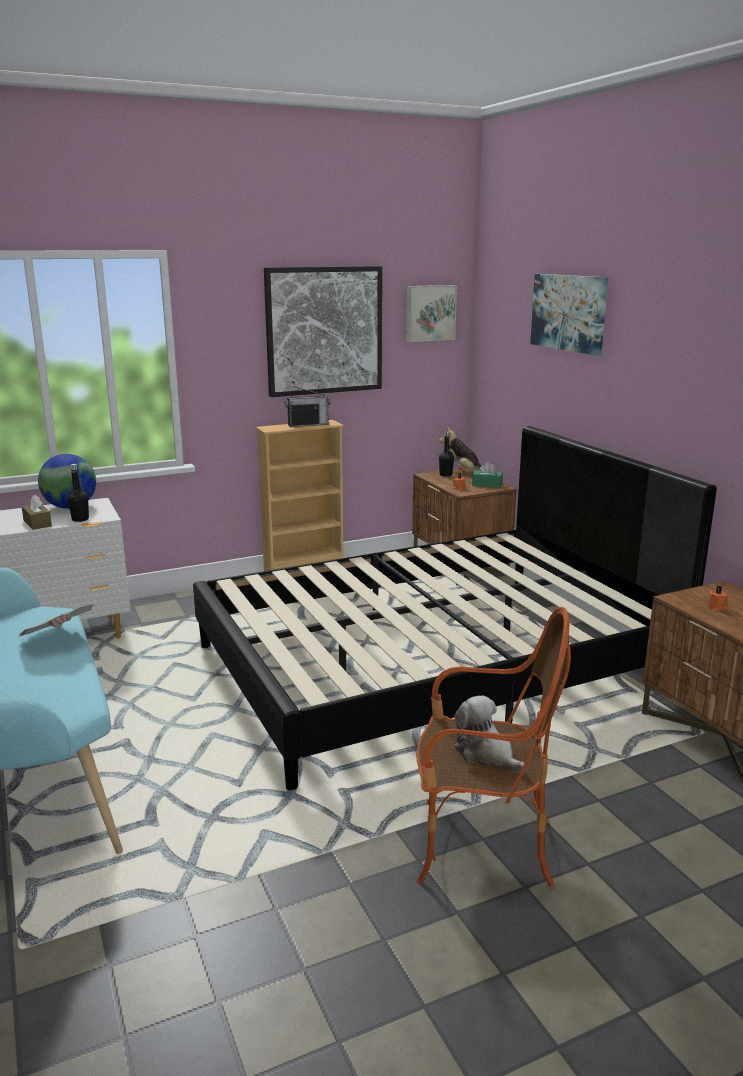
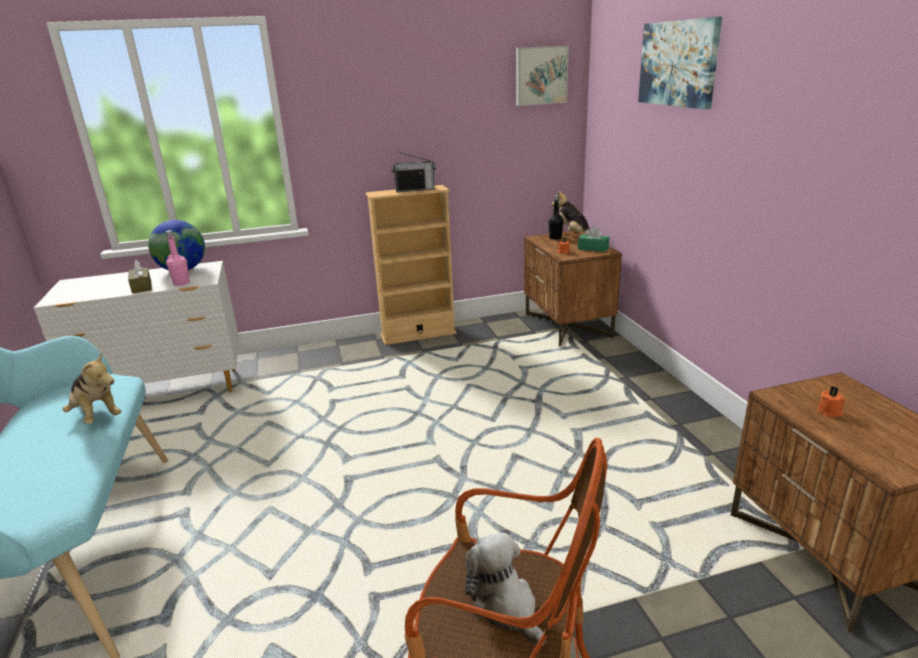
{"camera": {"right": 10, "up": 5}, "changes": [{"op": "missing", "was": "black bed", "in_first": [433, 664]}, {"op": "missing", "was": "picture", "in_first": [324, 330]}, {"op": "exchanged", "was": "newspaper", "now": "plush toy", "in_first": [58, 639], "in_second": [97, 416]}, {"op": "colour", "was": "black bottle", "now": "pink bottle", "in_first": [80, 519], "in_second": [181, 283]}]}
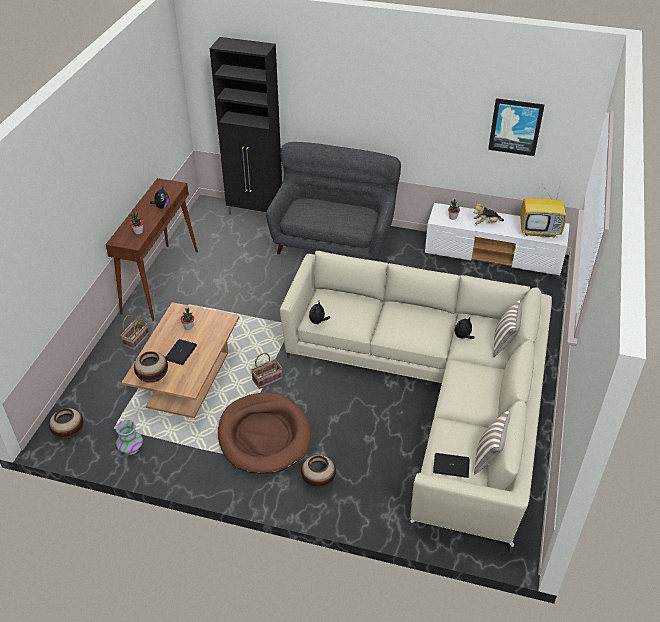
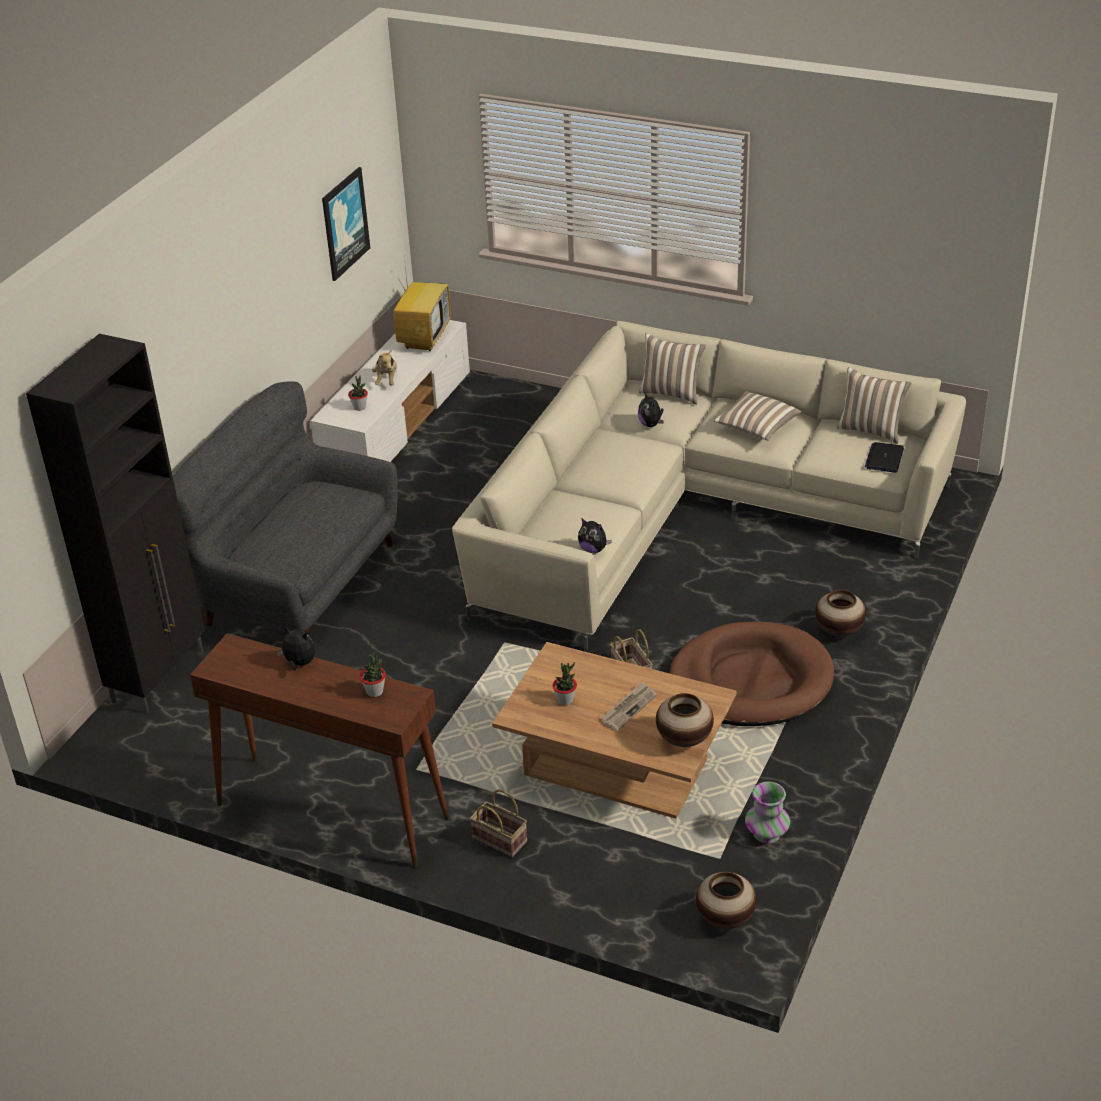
{"camera": {"right": -80, "up": -5}, "changes": [{"op": "appeared", "now": "pillow", "in_second": [756, 427]}, {"op": "exchanged", "was": "laptop", "now": "newspaper", "in_first": [181, 352], "in_second": [628, 708]}]}
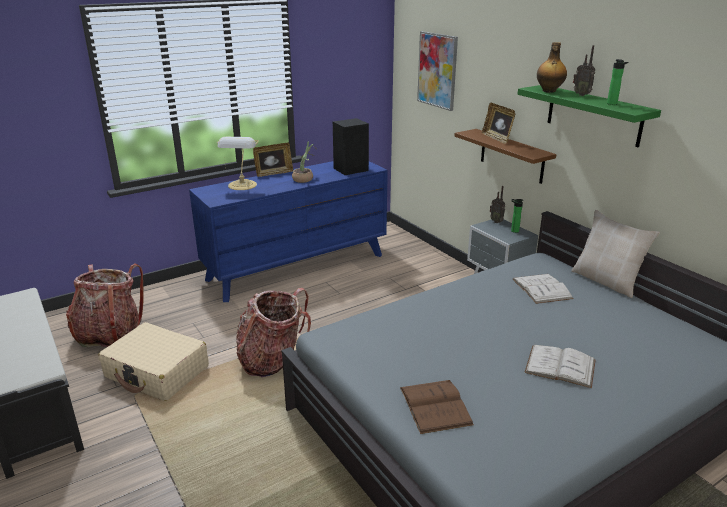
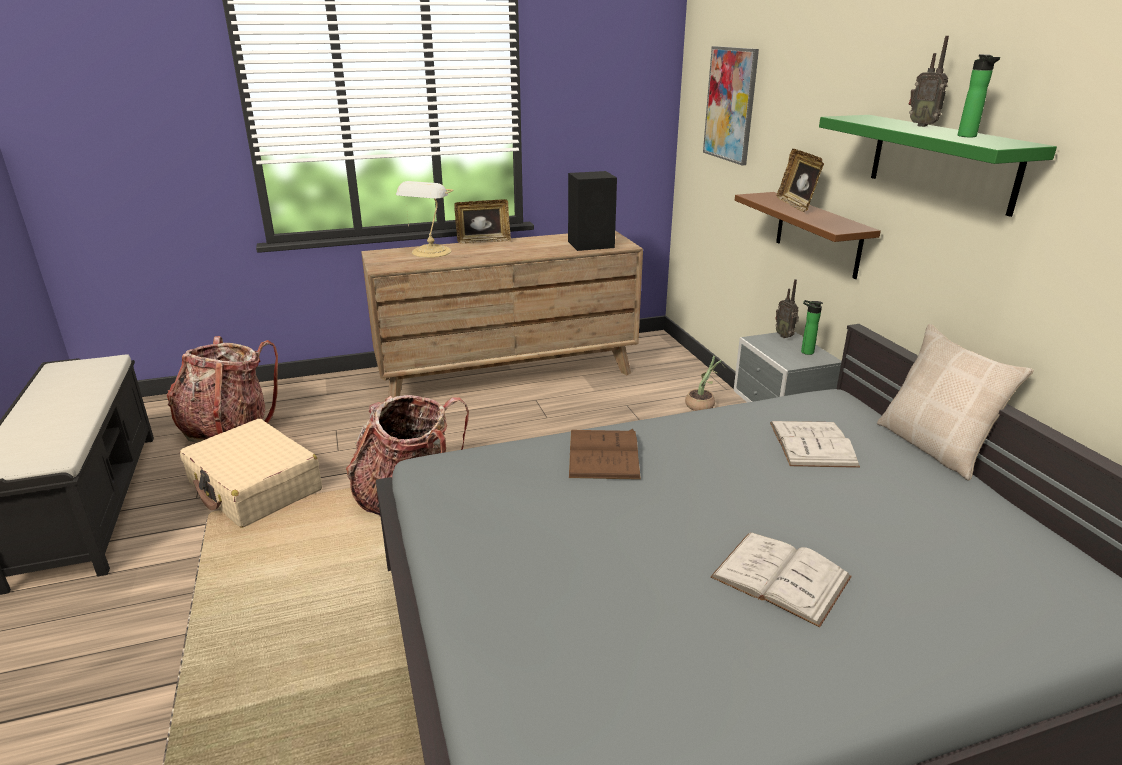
{"camera": {"right": 15, "up": 0}, "changes": [{"op": "missing", "was": "bottle", "in_first": [549, 91]}, {"op": "relocated", "was": "potted plant", "in_first": [305, 179], "in_second": [703, 405]}, {"op": "relocated", "was": "brown book", "in_first": [435, 406], "in_second": [603, 454]}, {"op": "colour", "was": "blue dresser", "now": "brown dresser", "in_first": [297, 267], "in_second": [507, 375]}]}
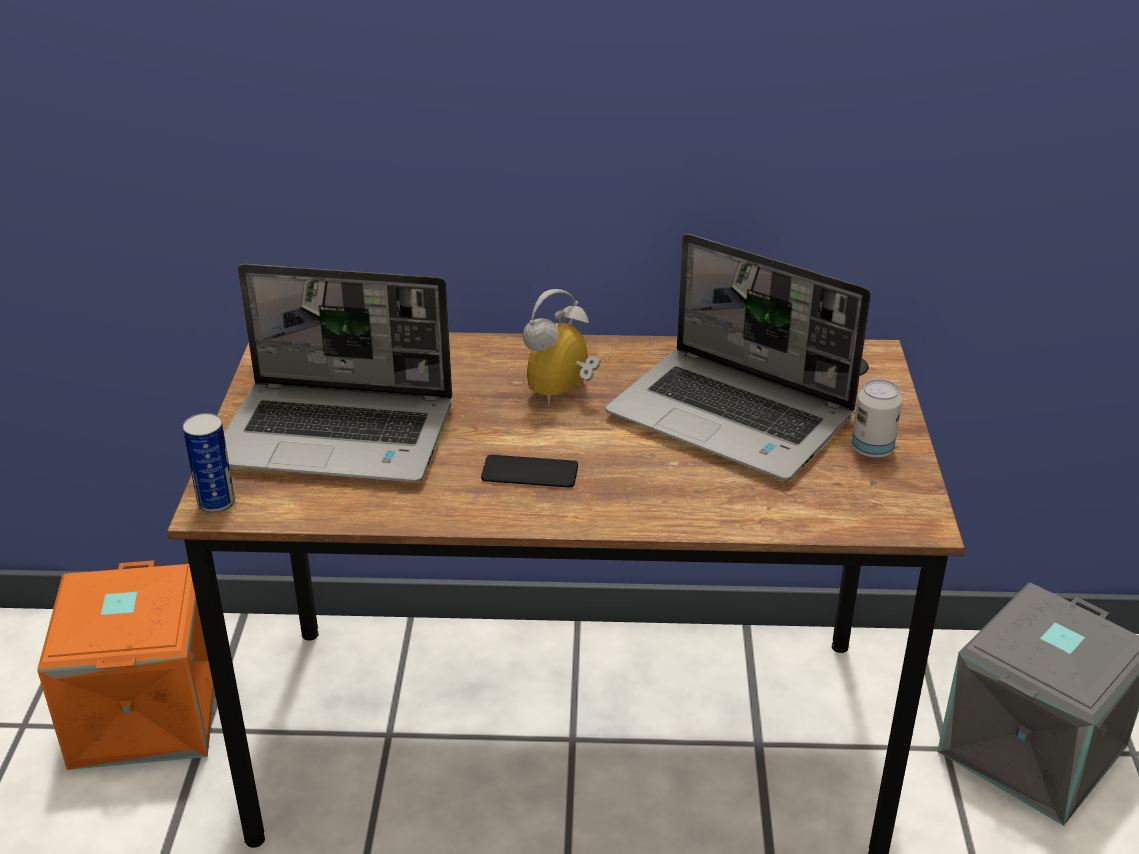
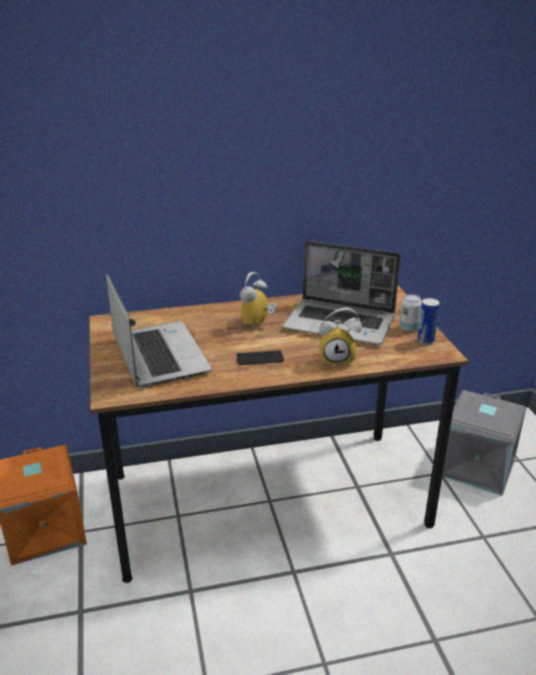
{"camera": {"right": -15, "up": -5}, "changes": [{"op": "appeared", "now": "alarm clock", "in_second": [337, 359]}, {"op": "relocated", "was": "can", "in_first": [216, 503], "in_second": [425, 341]}, {"op": "spun", "was": "laptop", "in_first": [339, 435], "in_second": [158, 355], "clockwise": -105}]}
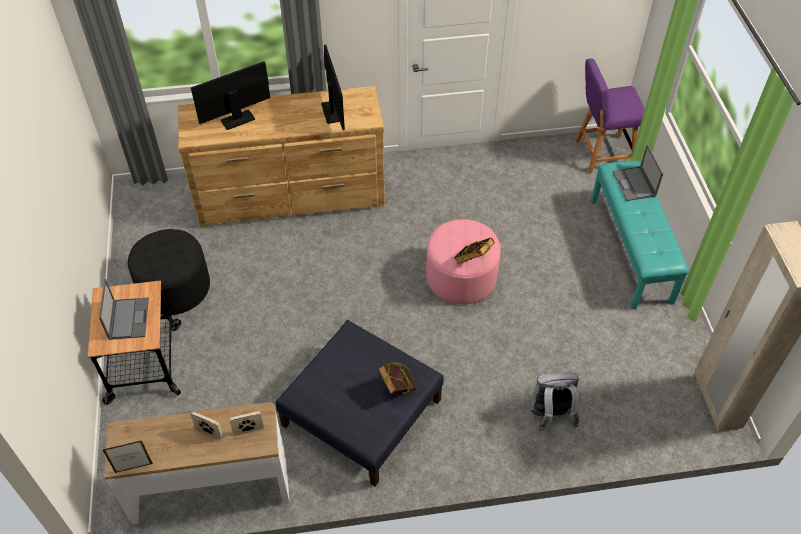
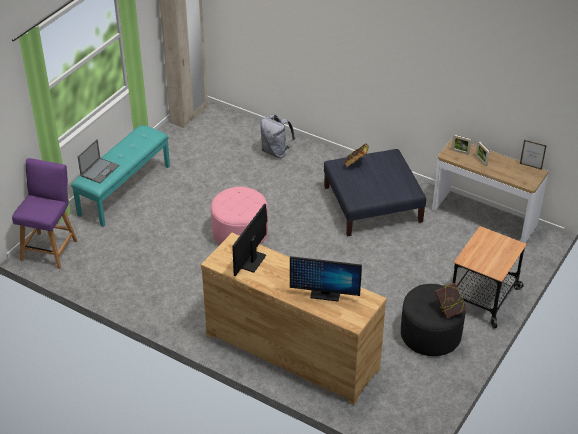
{"camera": {"right": -140, "up": -10}, "changes": [{"op": "missing", "was": "laptop", "in_first": [128, 318]}, {"op": "relocated", "was": "book", "in_first": [473, 261], "in_second": [449, 310]}, {"op": "spun", "was": "purple chair", "in_first": [601, 154], "in_second": [50, 248], "clockwise": -105}]}
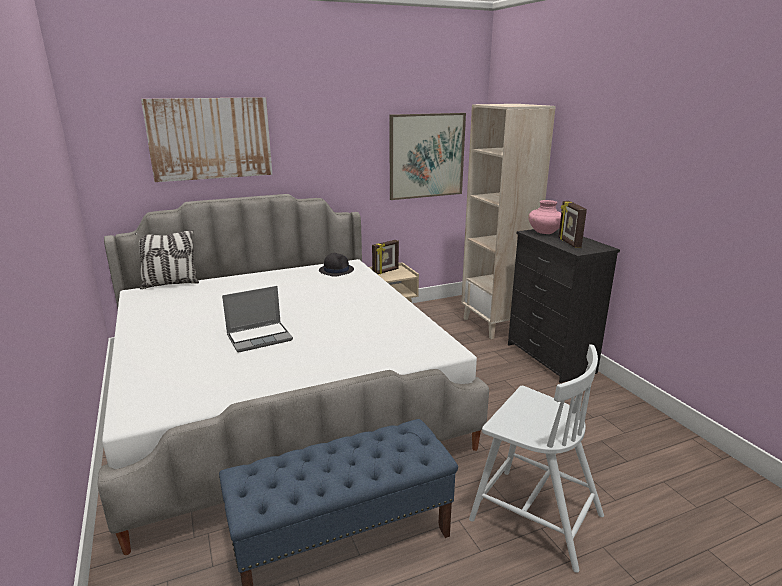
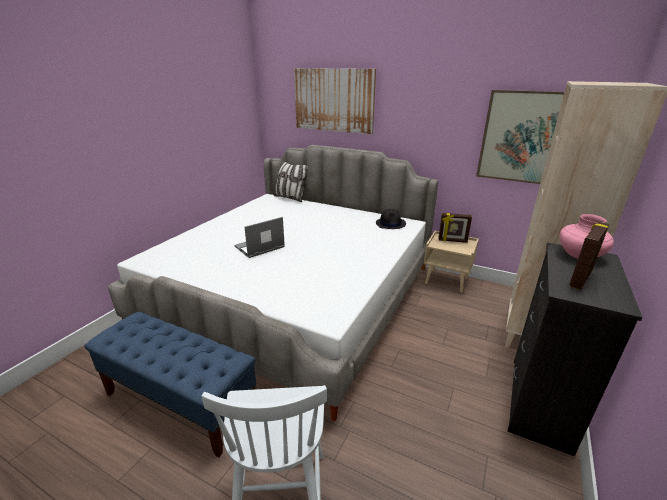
{"camera": {"right": 50, "up": 5}, "changes": [{"op": "spun", "was": "laptop", "in_first": [260, 337], "in_second": [259, 248], "clockwise": 120}]}
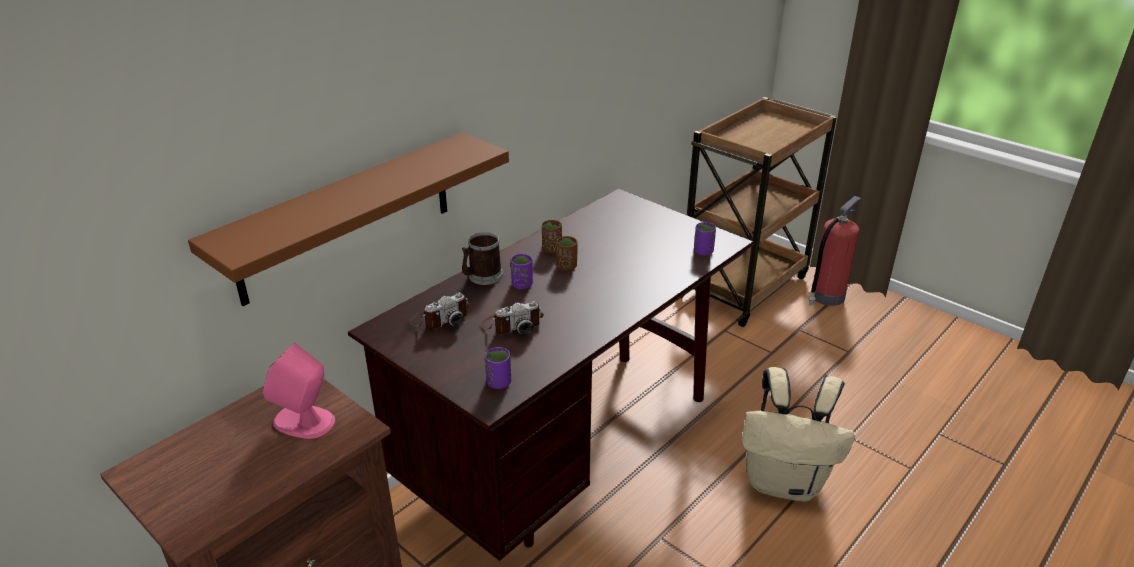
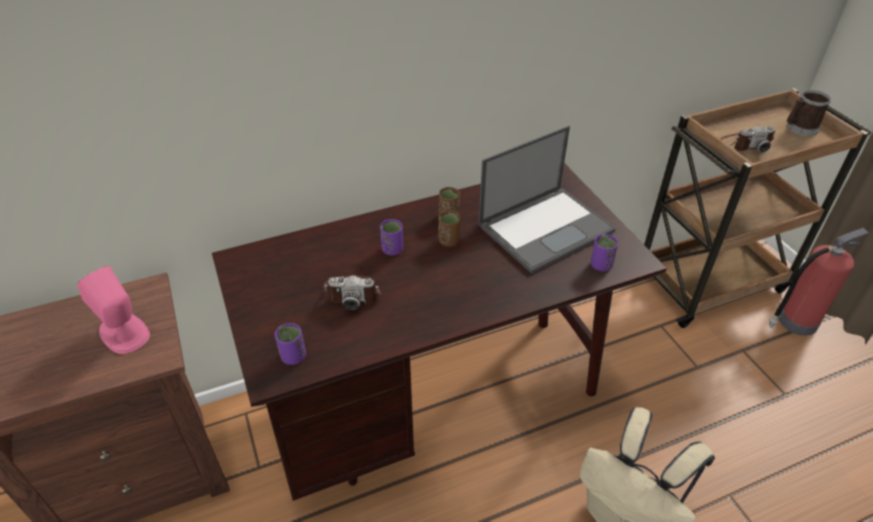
{"camera": {"right": 25, "up": 10}, "changes": [{"op": "missing", "was": "brown shelf", "in_first": [346, 217]}, {"op": "appeared", "now": "laptop", "in_second": [546, 227]}, {"op": "relocated", "was": "photo camera", "in_first": [440, 318], "in_second": [745, 144]}, {"op": "relocated", "was": "mug", "in_first": [482, 277], "in_second": [799, 128]}]}
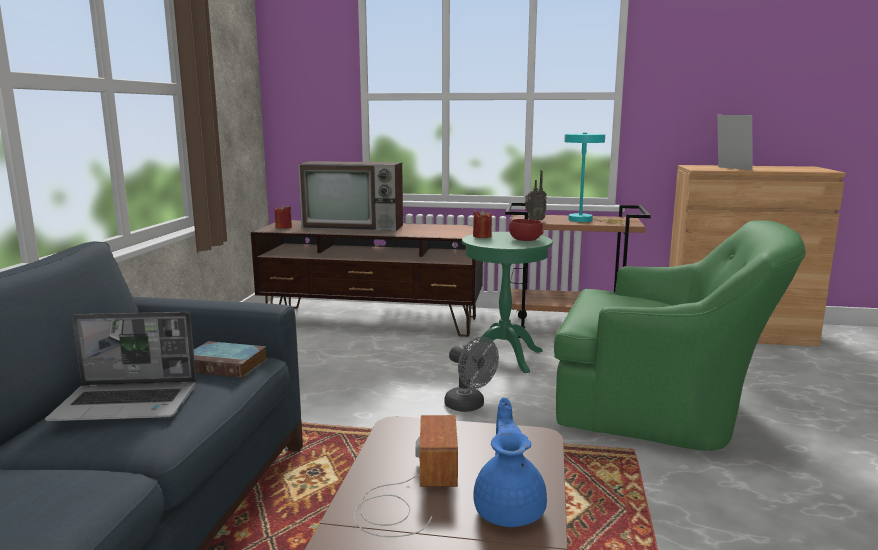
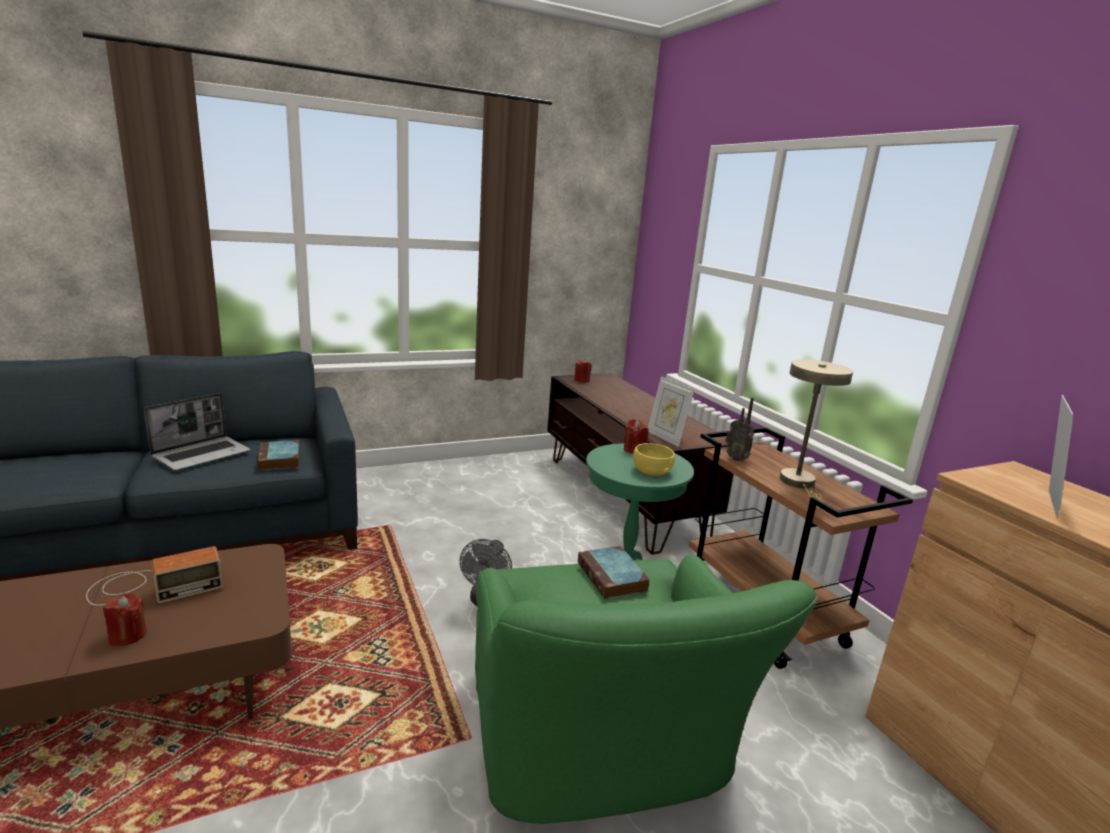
{"camera": {"right": 55, "up": 5}, "changes": [{"op": "missing", "was": "television", "in_first": [355, 227]}, {"op": "appeared", "now": "book", "in_second": [613, 578]}, {"op": "appeared", "now": "picture frame", "in_second": [665, 438]}, {"op": "exchanged", "was": "blue teapot", "now": "red candle", "in_first": [509, 509], "in_second": [127, 635]}, {"op": "colour", "was": "red bowl", "now": "yellow bowl", "in_first": [525, 239], "in_second": [651, 471]}, {"op": "colour", "was": "turquoise table lamp", "now": "beige table lamp", "in_first": [585, 220], "in_second": [799, 484]}, {"op": "spun", "was": "laptop", "in_first": [128, 403], "in_second": [202, 454], "clockwise": -105}]}
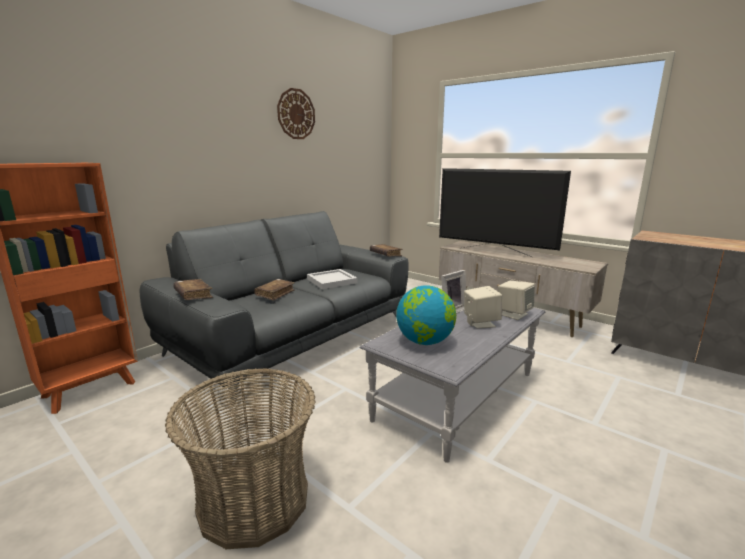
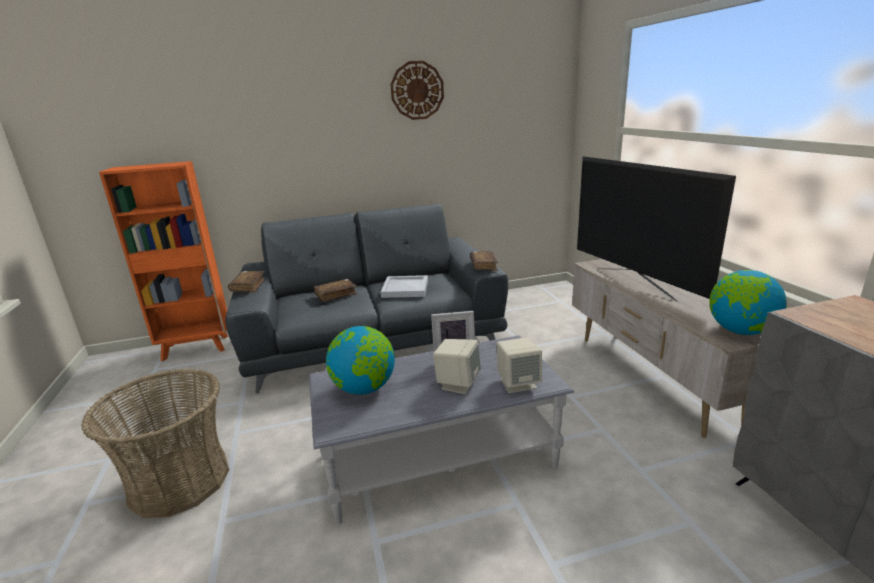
{"camera": {"right": 35, "up": 5}, "changes": [{"op": "appeared", "now": "globe", "in_second": [740, 331]}]}
